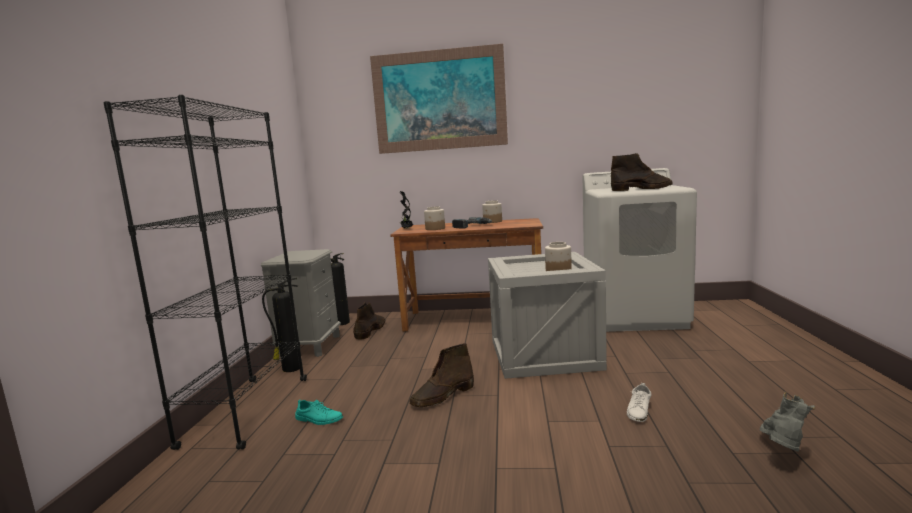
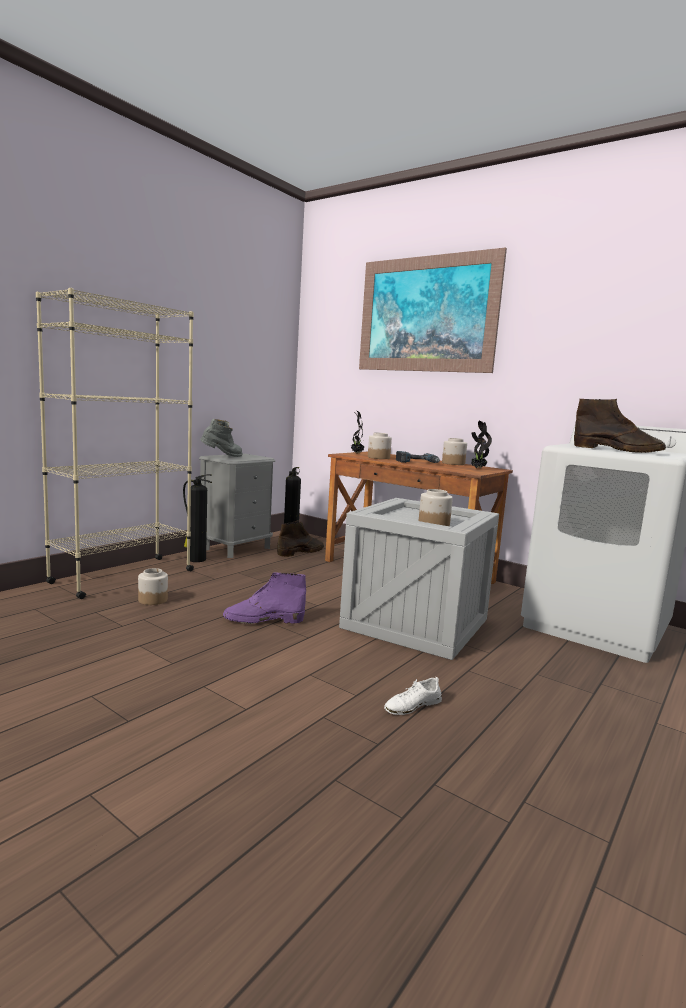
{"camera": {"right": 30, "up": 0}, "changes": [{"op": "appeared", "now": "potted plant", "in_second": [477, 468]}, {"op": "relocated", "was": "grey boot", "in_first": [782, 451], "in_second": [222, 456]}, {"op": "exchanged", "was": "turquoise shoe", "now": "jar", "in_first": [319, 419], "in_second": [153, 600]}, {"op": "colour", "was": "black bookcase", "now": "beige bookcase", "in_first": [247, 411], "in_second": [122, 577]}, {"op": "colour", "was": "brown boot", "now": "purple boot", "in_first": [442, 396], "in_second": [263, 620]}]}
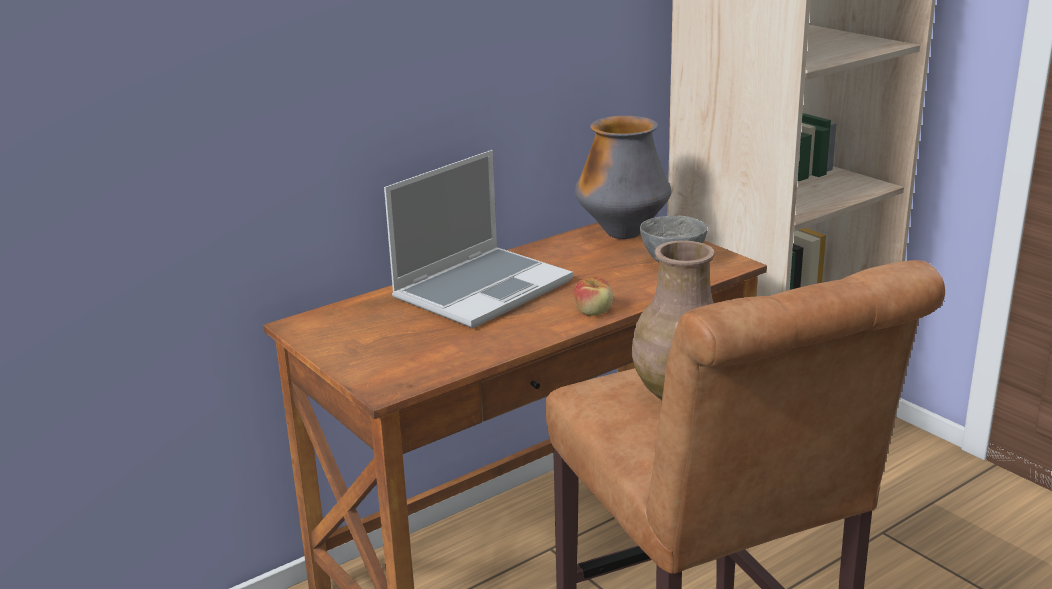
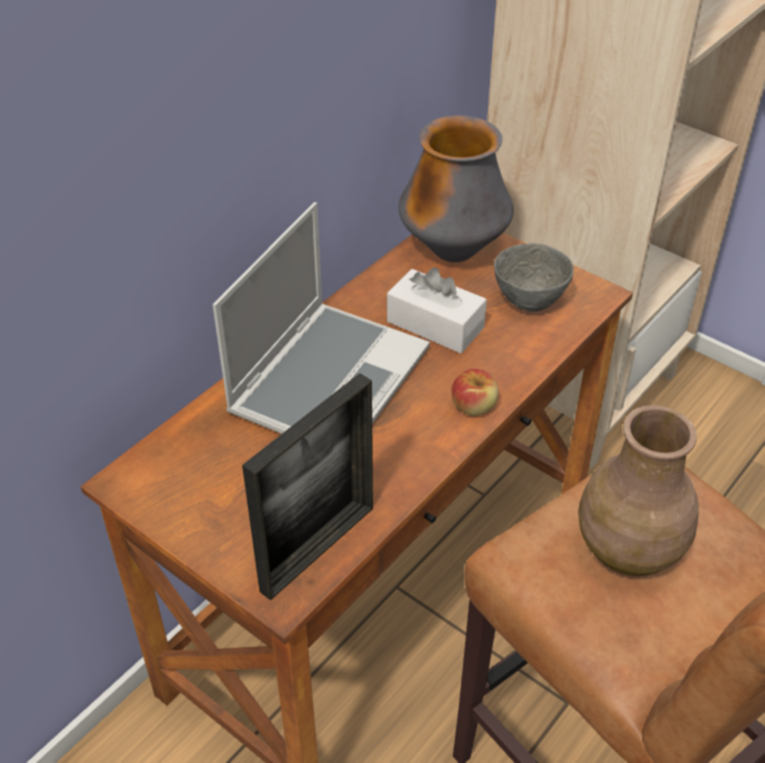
{"camera": {"right": -15, "up": 20}, "changes": [{"op": "appeared", "now": "picture frame", "in_second": [318, 549]}, {"op": "appeared", "now": "white tissue box", "in_second": [435, 324]}]}
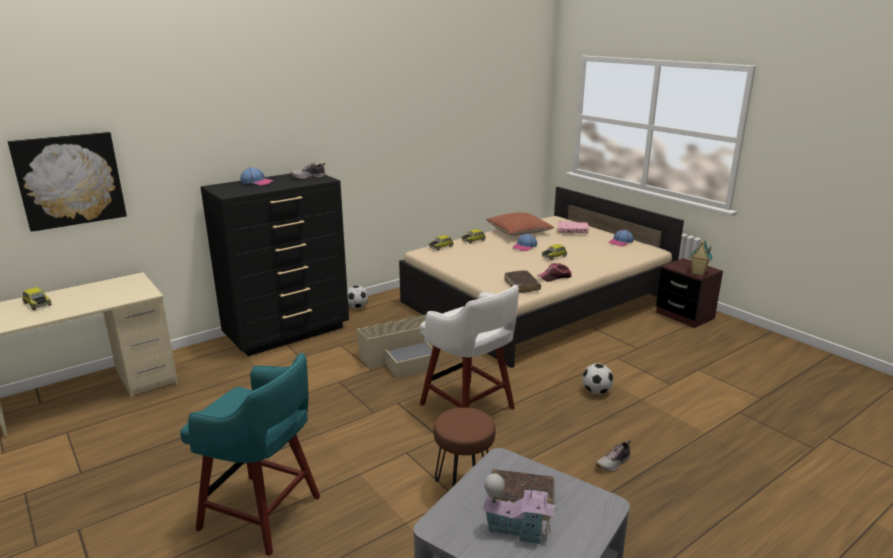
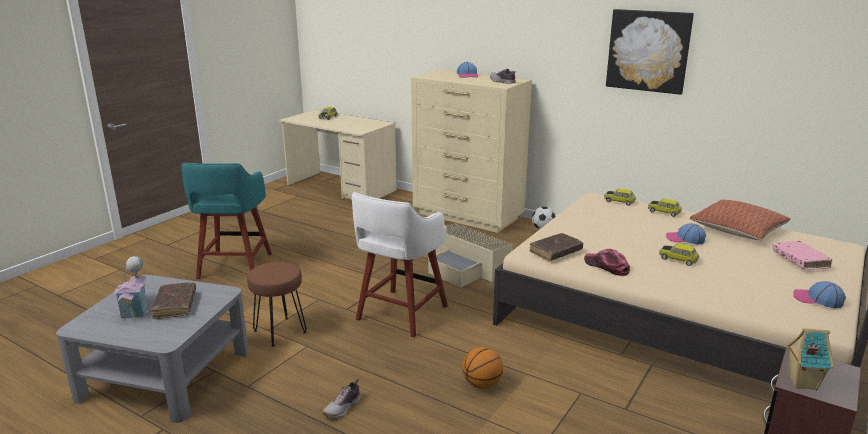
{"camera": {"right": 70, "up": 0}, "changes": [{"op": "relocated", "was": "picture", "in_first": [70, 180], "in_second": [648, 51]}, {"op": "exchanged", "was": "football", "now": "basketball", "in_first": [596, 391], "in_second": [481, 384]}, {"op": "colour", "was": "black dresser", "now": "beige dresser", "in_first": [288, 332], "in_second": [468, 216]}, {"op": "spun", "was": "shoe", "in_first": [614, 463], "in_second": [343, 407], "clockwise": -90}]}
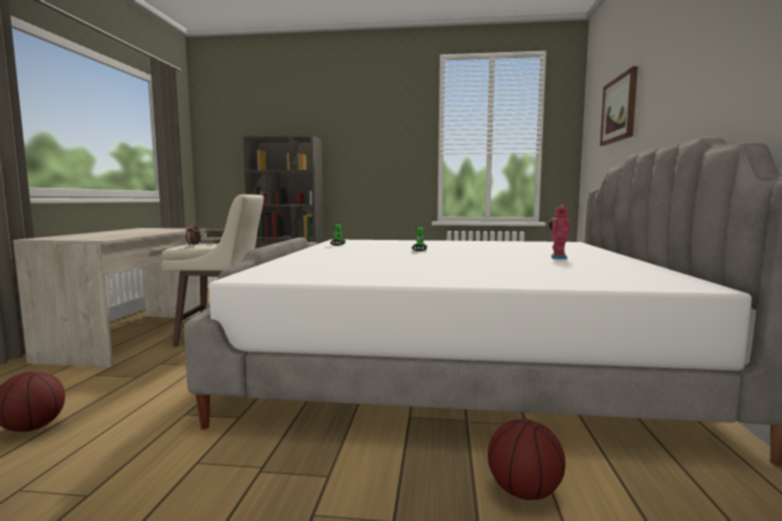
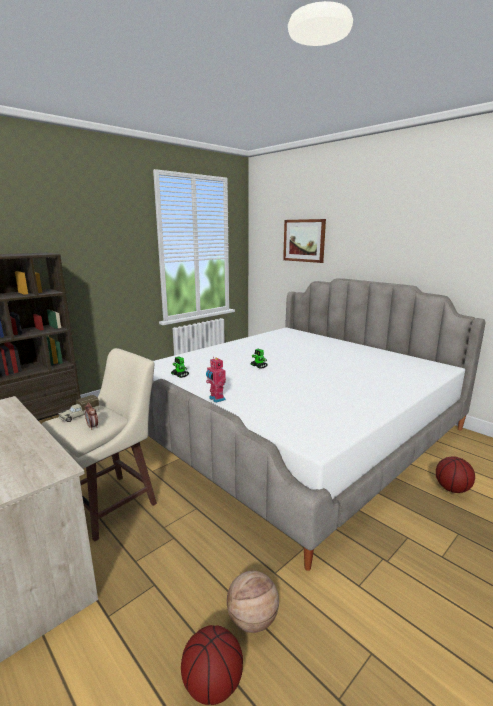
{"camera": {"right": -50, "up": 10}, "changes": [{"op": "appeared", "now": "basketball", "in_second": [252, 620]}, {"op": "relocated", "was": "toy robot", "in_first": [557, 257], "in_second": [216, 399]}]}
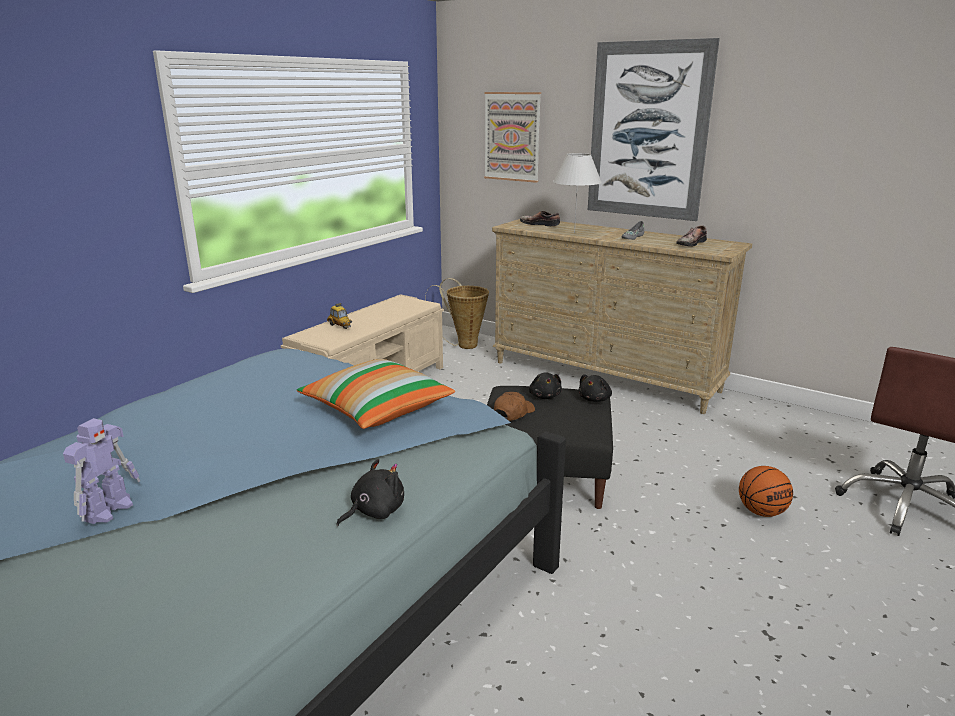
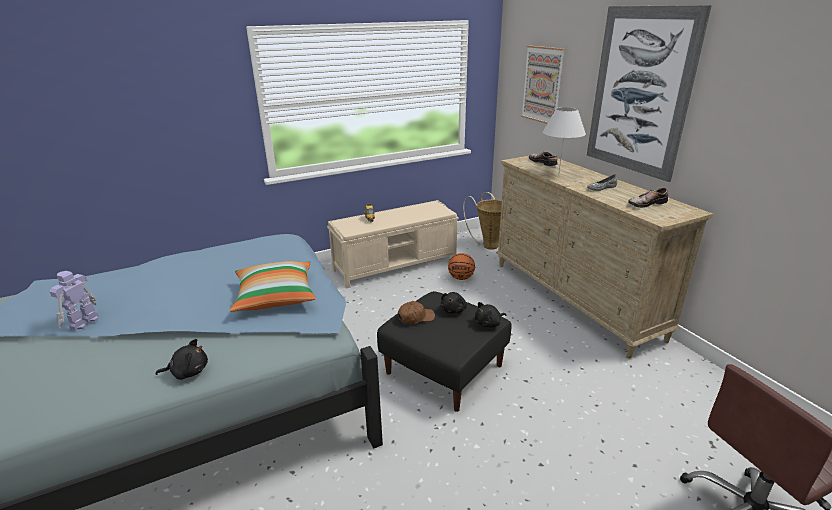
{"camera": {"right": 30, "up": 5}, "changes": [{"op": "relocated", "was": "basketball", "in_first": [761, 512], "in_second": [461, 278]}, {"op": "spun", "was": "toy robot", "in_first": [110, 509], "in_second": [83, 322], "clockwise": 150}]}
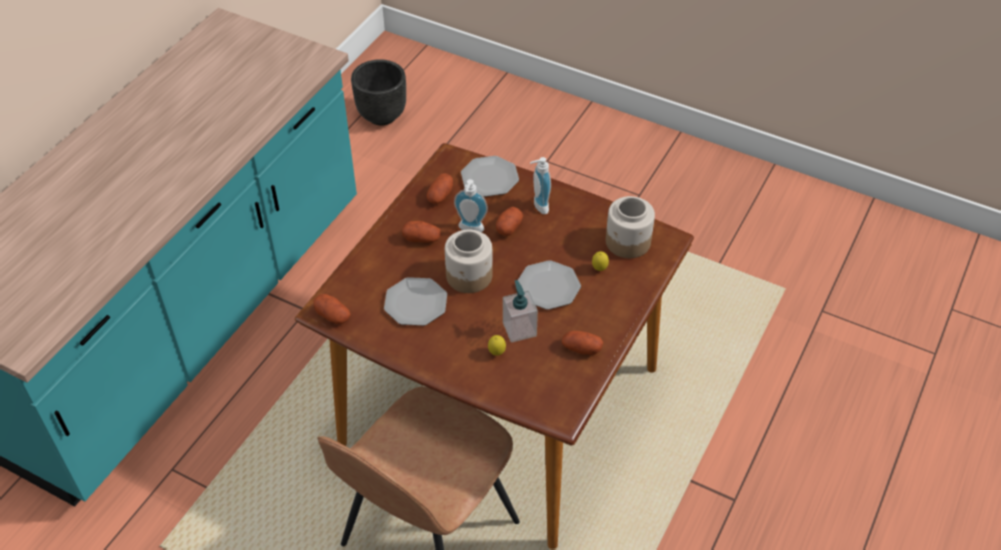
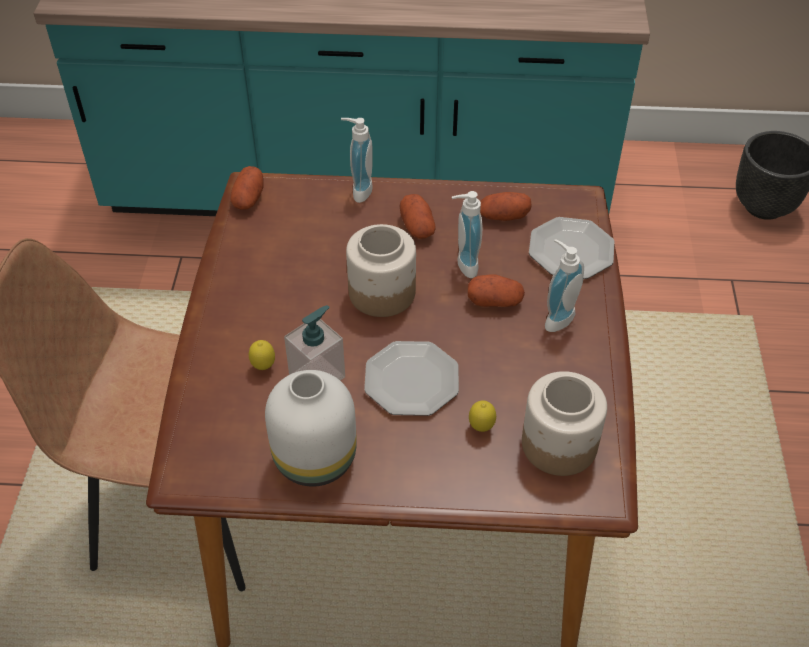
{"camera": {"right": 65, "up": 0}, "changes": [{"op": "missing", "was": "plate", "in_first": [416, 303]}, {"op": "appeared", "now": "soap dispenser", "in_second": [358, 190]}, {"op": "exchanged", "was": "potato", "now": "white vase", "in_first": [581, 349], "in_second": [317, 457]}]}
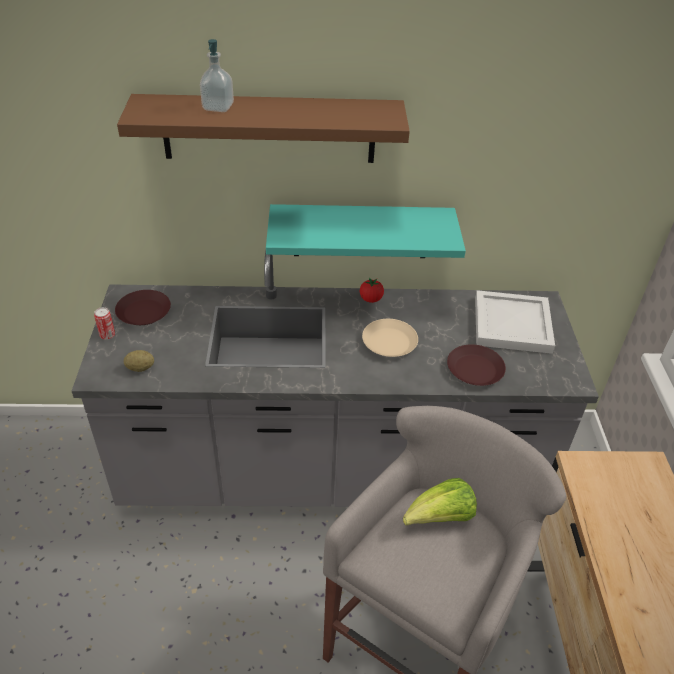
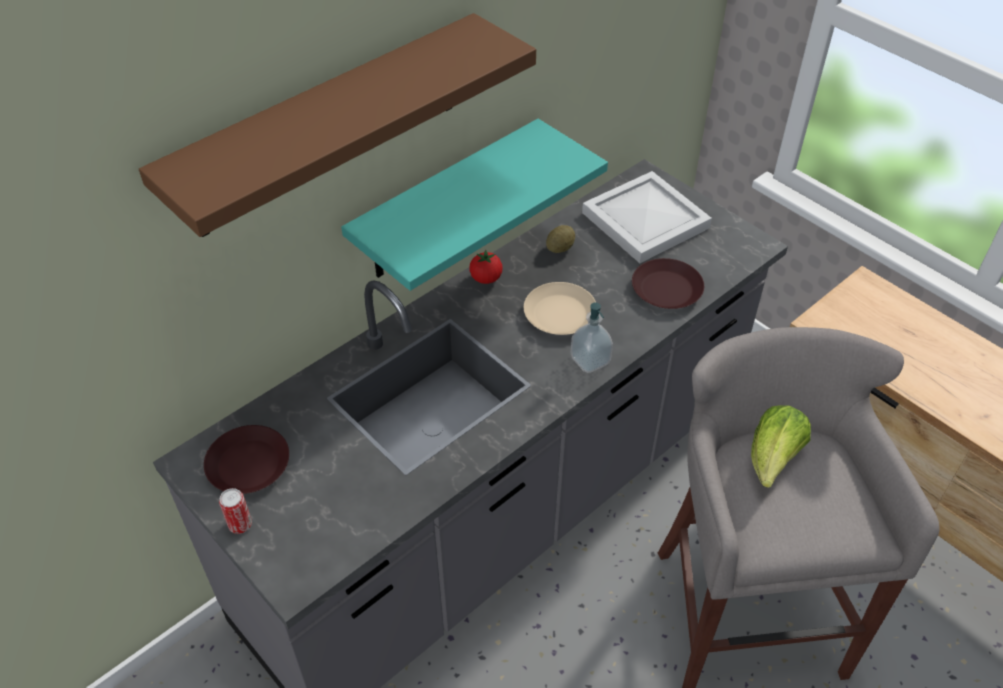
{"camera": {"right": -40, "up": 5}, "changes": [{"op": "relocated", "was": "potato", "in_first": [140, 368], "in_second": [560, 248]}, {"op": "relocated", "was": "soap dispenser", "in_first": [218, 107], "in_second": [590, 360]}]}
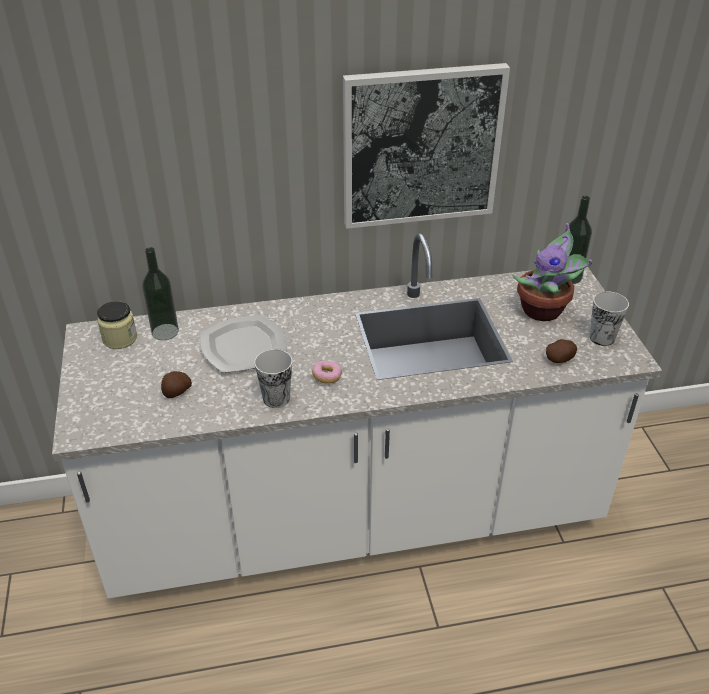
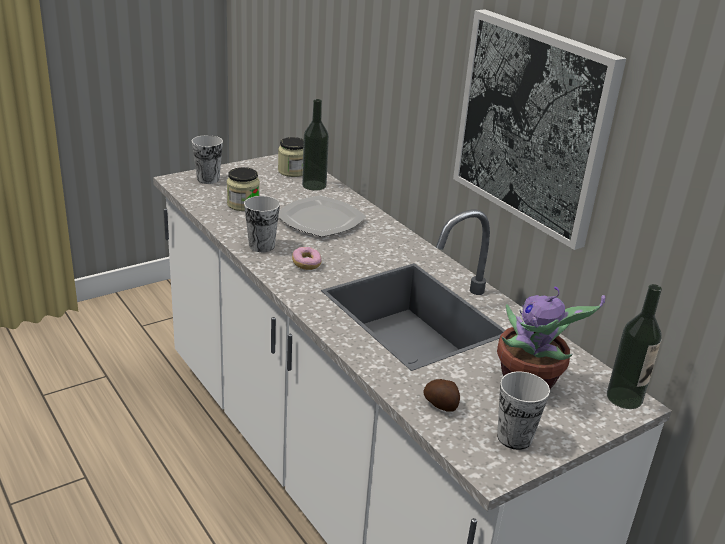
{"camera": {"right": 65, "up": -10}, "changes": [{"op": "appeared", "now": "cup", "in_second": [208, 179]}, {"op": "exchanged", "was": "potato", "now": "jar", "in_first": [176, 392], "in_second": [243, 204]}]}
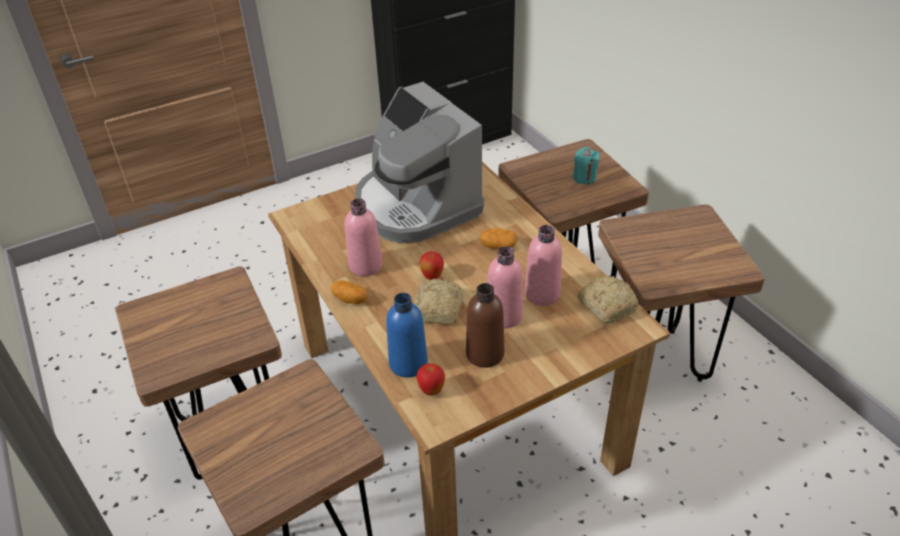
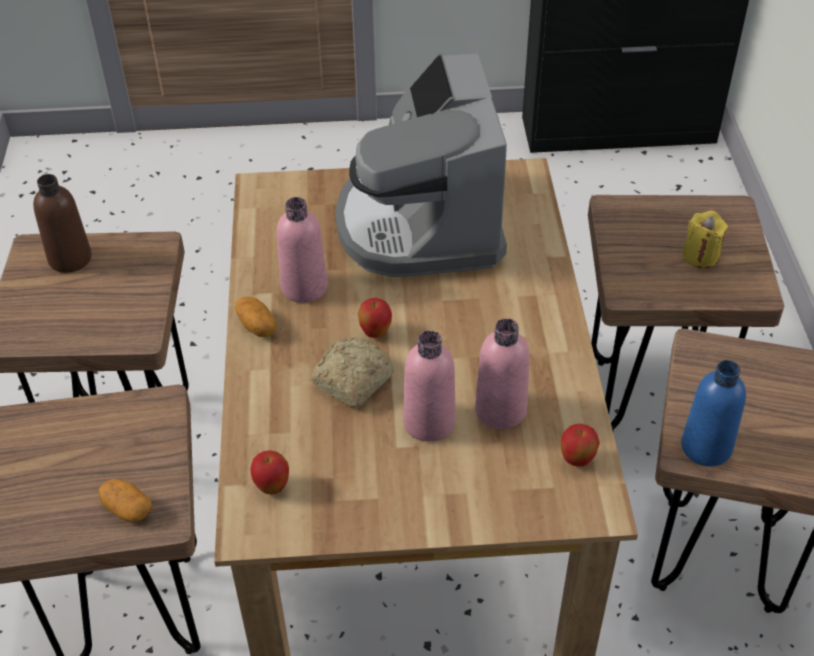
{"camera": {"right": 25, "up": 5}, "changes": [{"op": "relocated", "was": "blue bottle", "in_first": [408, 363], "in_second": [706, 447]}, {"op": "relocated", "was": "brown bottle", "in_first": [485, 354], "in_second": [70, 258]}, {"op": "relocated", "was": "potato", "in_first": [498, 246], "in_second": [127, 509]}, {"op": "exchanged", "was": "bread", "now": "apple", "in_first": [607, 305], "in_second": [577, 460]}, {"op": "colour", "was": "turquoise candle", "now": "yellow candle", "in_first": [584, 178], "in_second": [700, 256]}]}
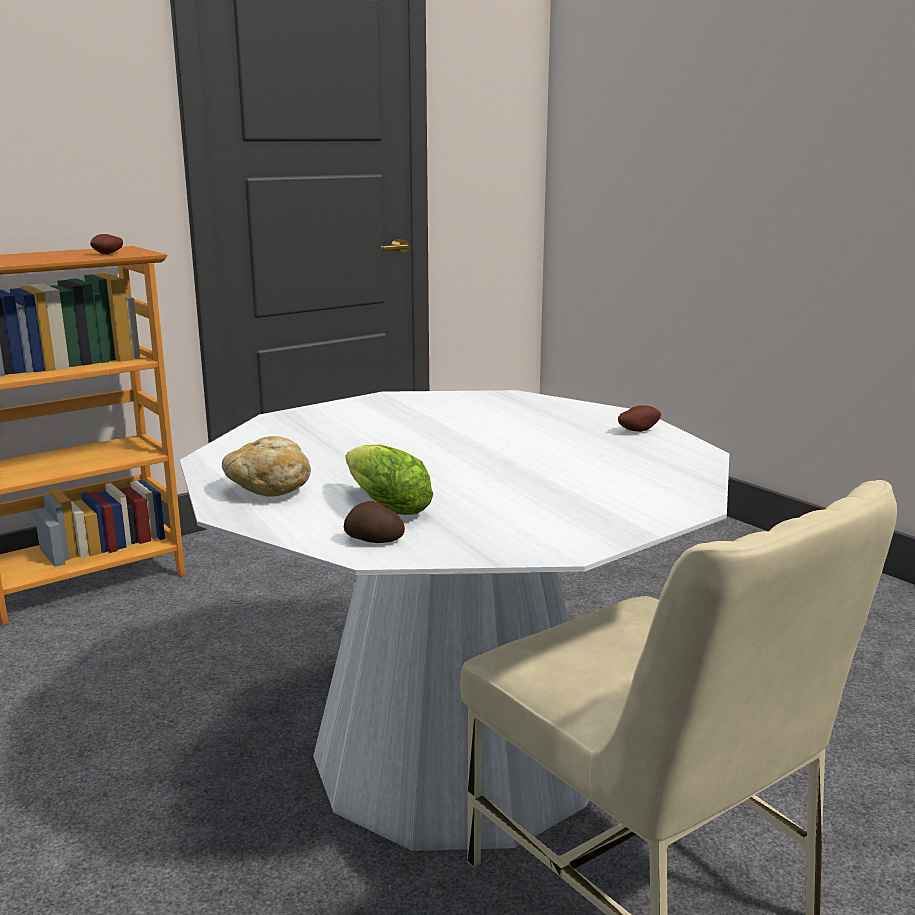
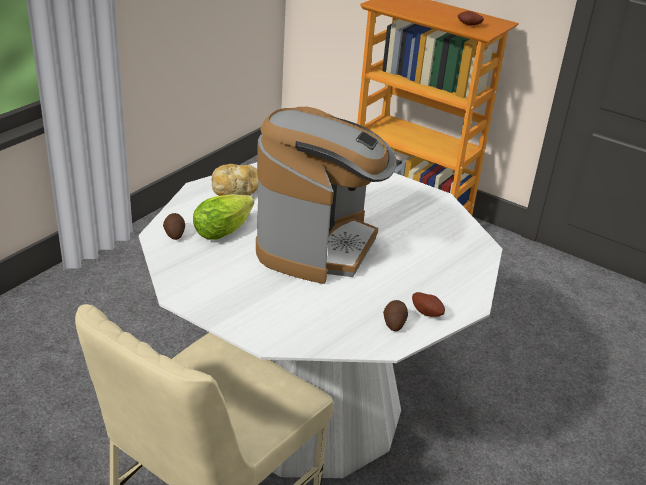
{"camera": {"right": 70, "up": 15}, "changes": [{"op": "appeared", "now": "coffee machine", "in_second": [318, 245]}, {"op": "appeared", "now": "potato", "in_second": [394, 323]}]}
